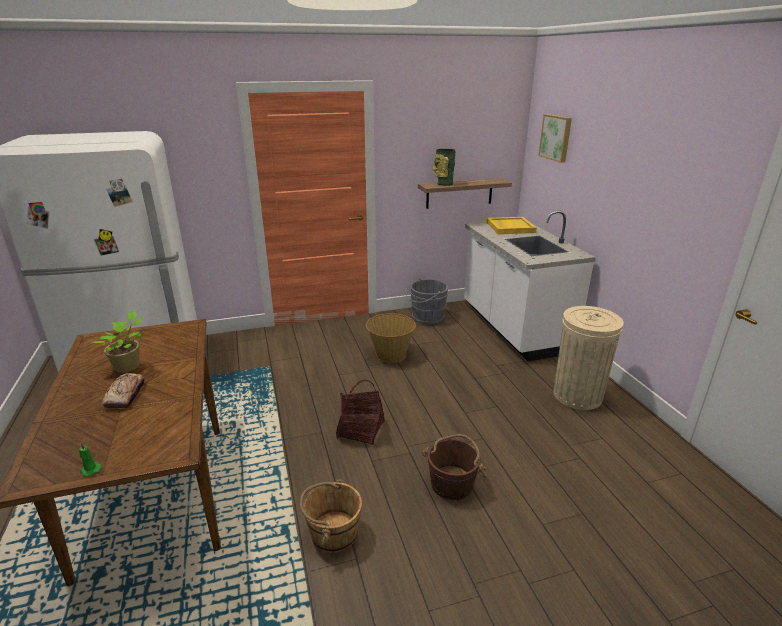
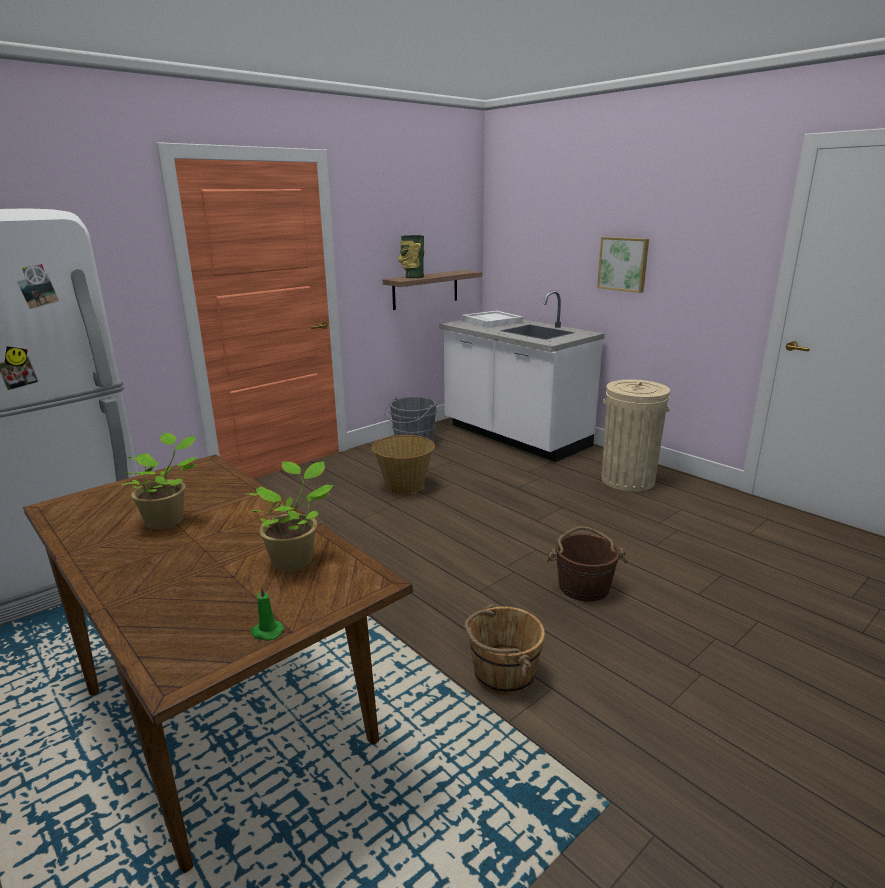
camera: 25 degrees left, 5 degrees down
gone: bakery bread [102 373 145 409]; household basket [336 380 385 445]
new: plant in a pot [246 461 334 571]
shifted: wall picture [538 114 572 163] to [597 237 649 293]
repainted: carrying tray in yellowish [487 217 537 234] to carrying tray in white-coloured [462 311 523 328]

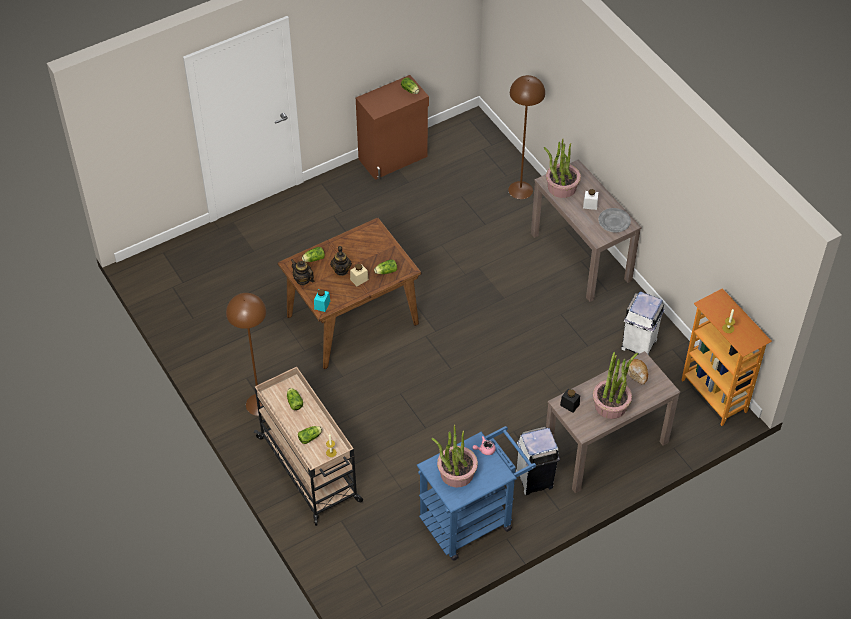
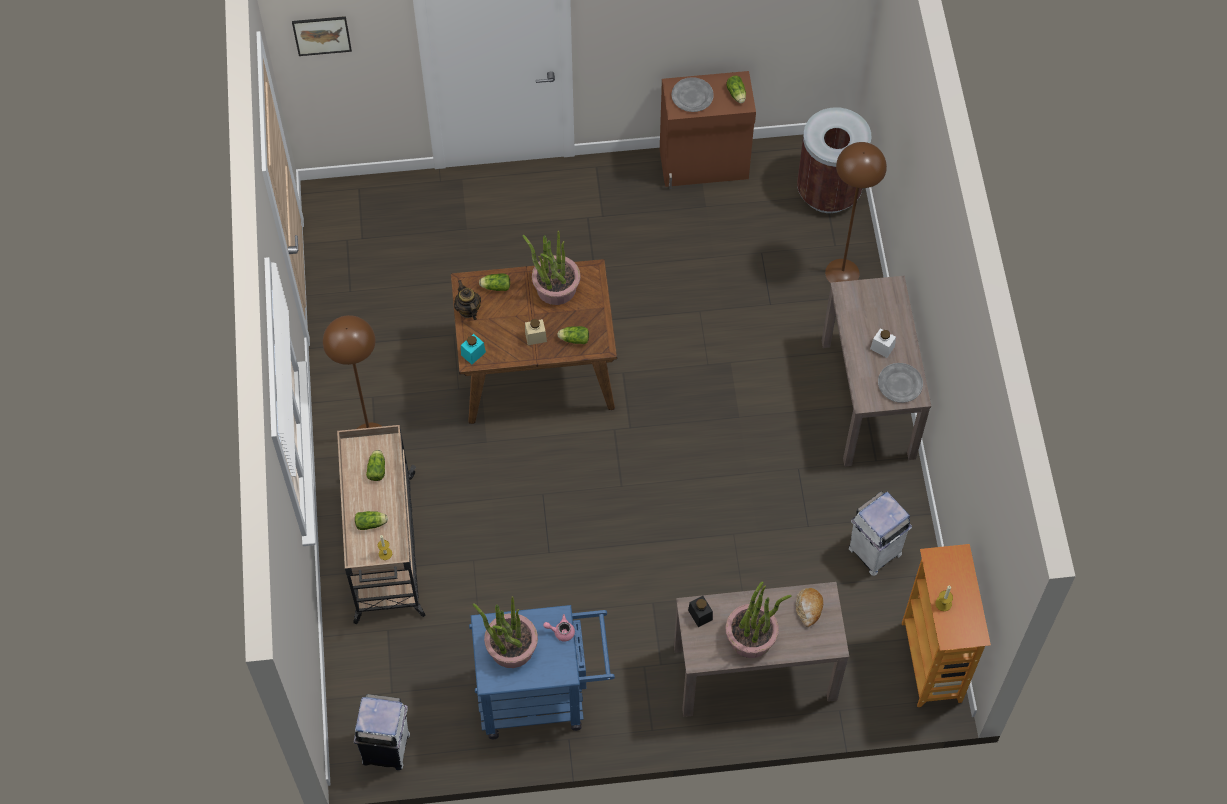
camera: 25 degrees right, 10 degrees up
gone: pot for tea [330 246 352 276]
new: wall picture [292 16 352 56]; plate in grey [672 77 714 112]; trash can in brown [797 107 871 213]
shifted: trash can in white-coloured [516 427 560 495] to [354 694 410 770]; plant in a pot [544 139 581 198] to [523 231 580 305]

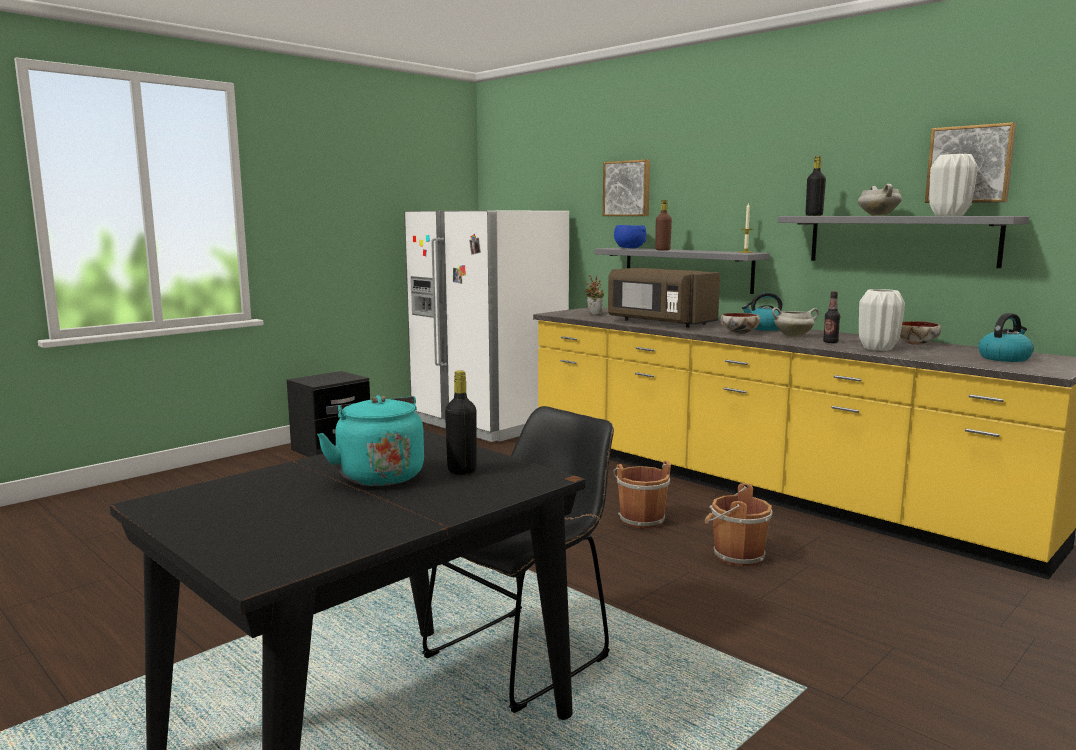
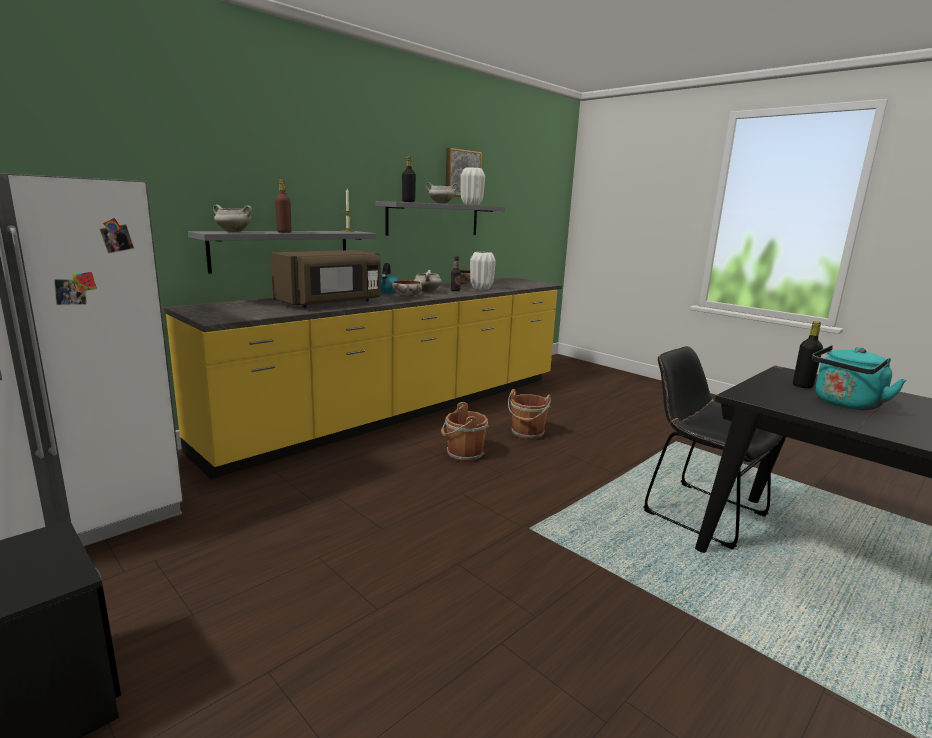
camera: 90 degrees left, 5 degrees up
gone: plant in a pot [585 275 604 315]; wall picture [603 159 650 216]; kettle [978 313 1034 362]
swapped: serving bowl in bluish [614 225 647 249] to cooking pot in white-coloured [213 205 252 232]

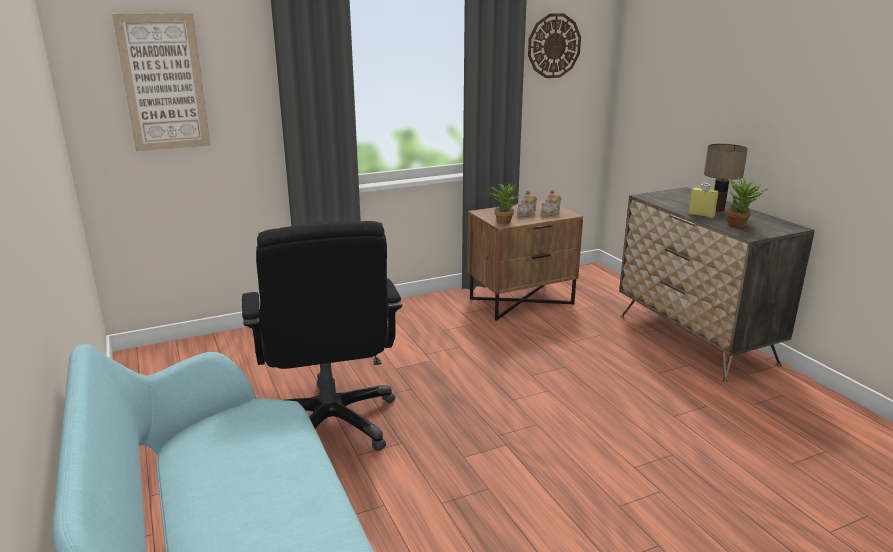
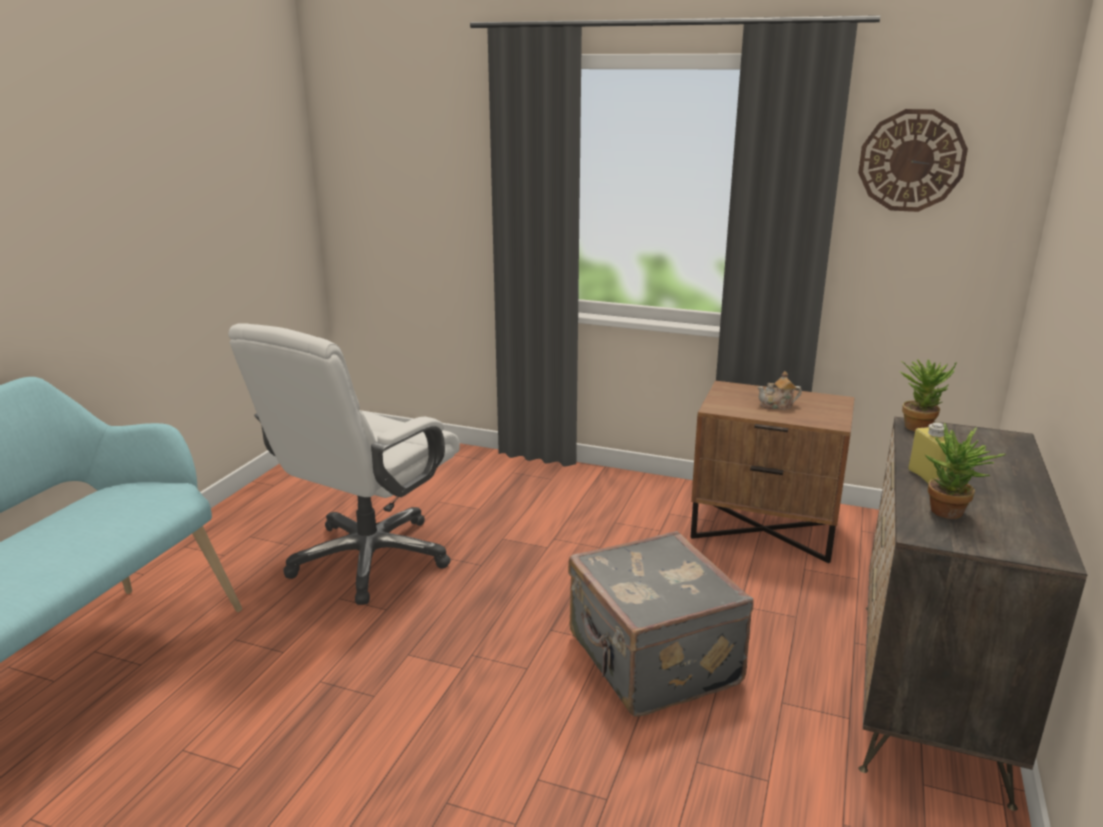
camera: 45 degrees right, 0 degrees up
gone: wall picture [112 13 211 152]; pot for tea [541 190 561 216]; table lamp [704 144 748 212]
new: piece of luggage in grey [568 531 754 717]
shifted: plant in a pot [490 182 519 224] to [899 359 957 431]
repainted: computer chair in black-coloured [242 221 403 451] to computer chair in white-coloured [228 323 460 605]

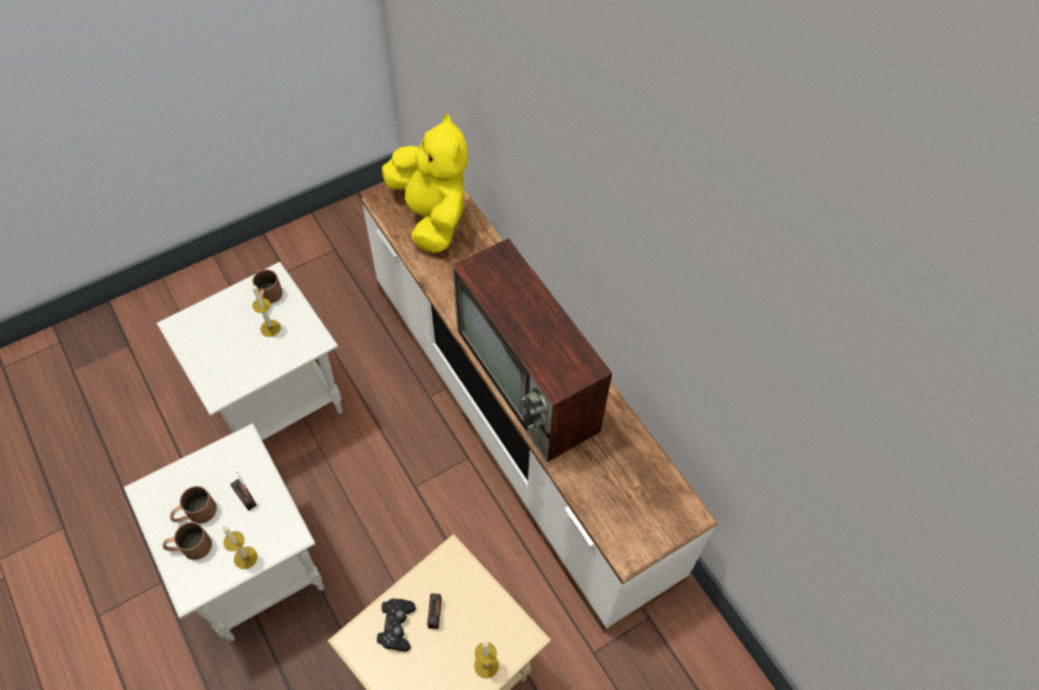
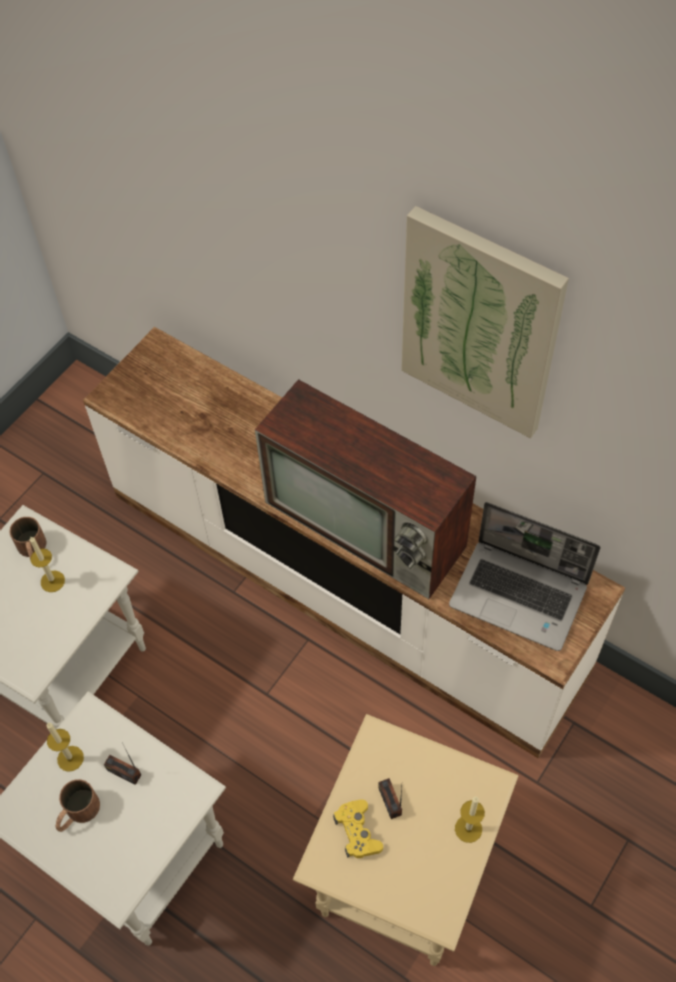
camera: 20 degrees left, 0 degrees up
gone: mug in brown [163 522 212 560]; soft toy in yellowish [382 113 468 253]
new: wall picture [401 206 569 438]; laptop [449 502 601 651]
shifted: wax light [222 526 258 569] to [46 723 84 772]
repainted: gamepad in black-coloured [376 598 416 652] to gamepad in yellowish [333 799 383 858]

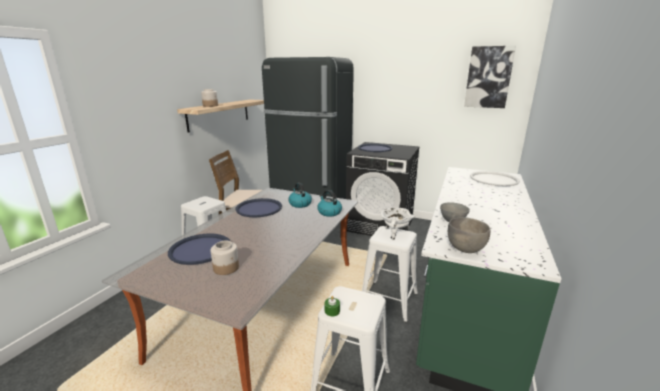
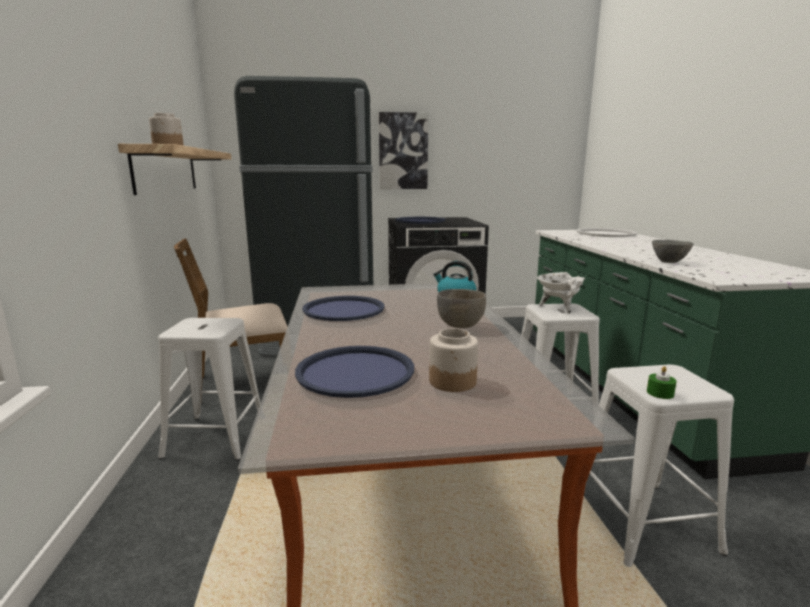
camera: 30 degrees left, 5 degrees down
gone: kettle [289 183 312 208]
shifted: wall picture [464 46 516 108] to [379 112 428 189]; serving bowl in grey [448 217 490 253] to [437 289 486 328]

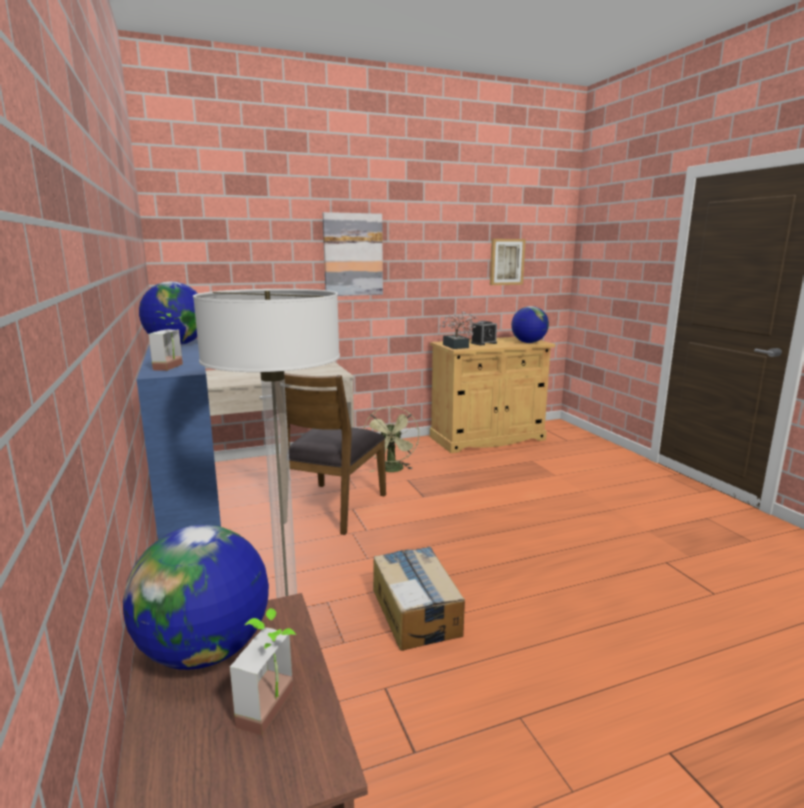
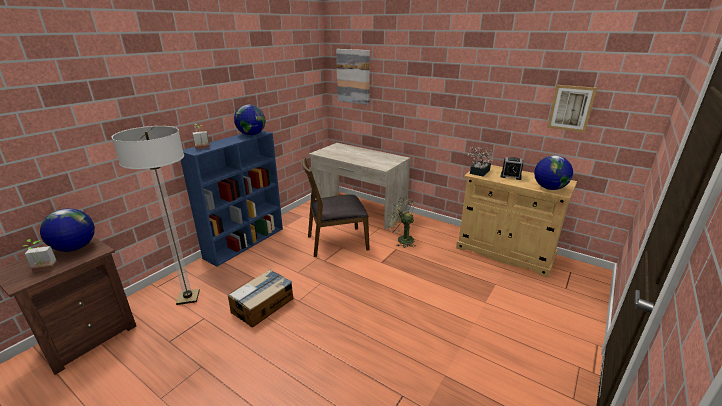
camera: 55 degrees right, 10 degrees up
shifted: wall picture [323 212 383 296] to [336 49 370 105]
rotated: electric fan in green [364 406 419 472] = [386 197 416 248] 75 degrees clockwise

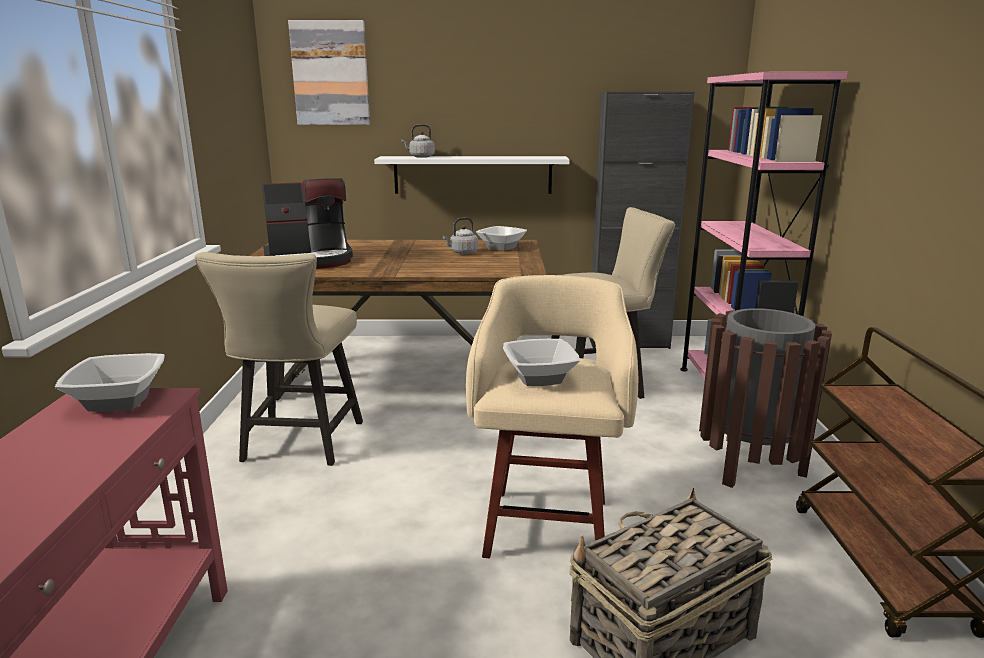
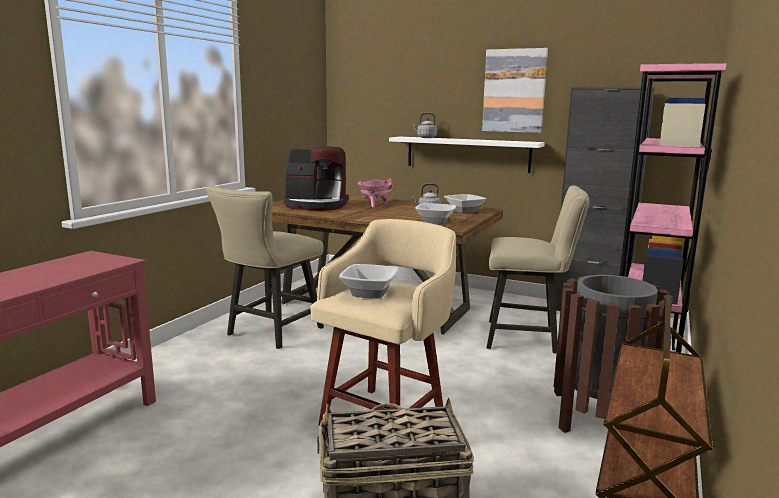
camera: 25 degrees right, 5 degrees down
new: cooking pot in pinkish [358 178 393 208]
shifted: serving bowl [55 353 165 412] to [415 203 456 224]; wall picture [288 20 370 125] to [482 48 548 133]

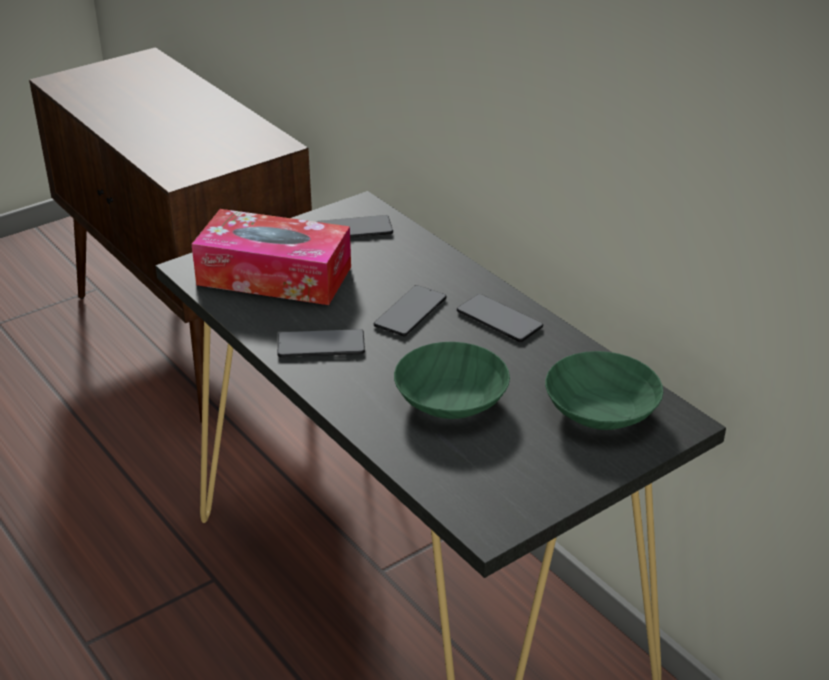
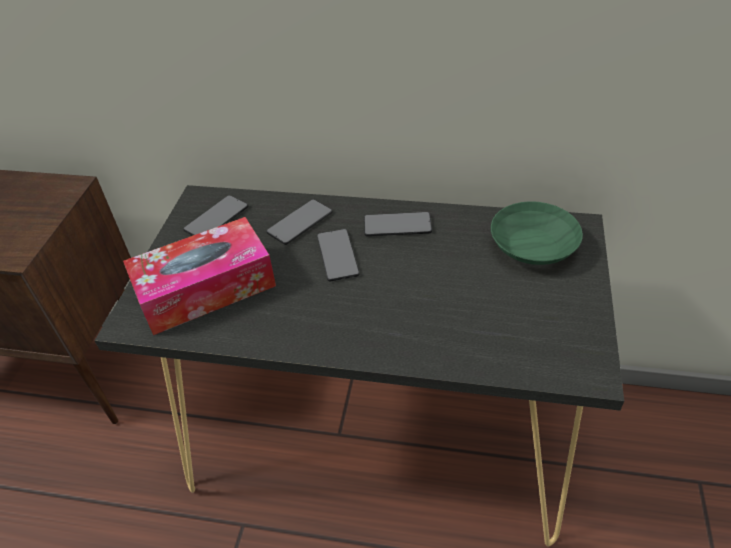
camera: 40 degrees left, 10 degrees up
gone: serving bowl in green [394 342 510 419]
shifted: phone [277 329 365 357] to [266 199 333 245]

